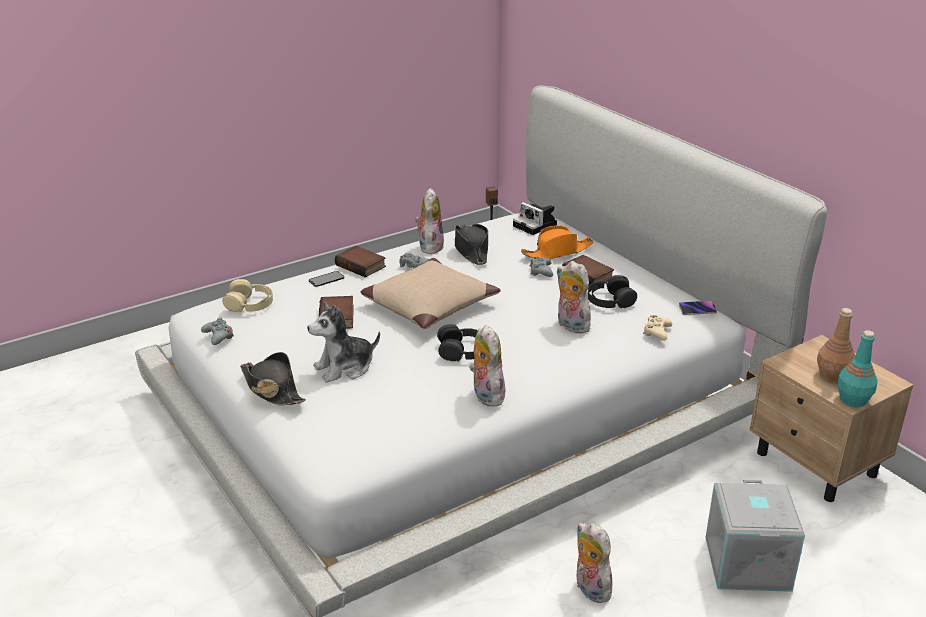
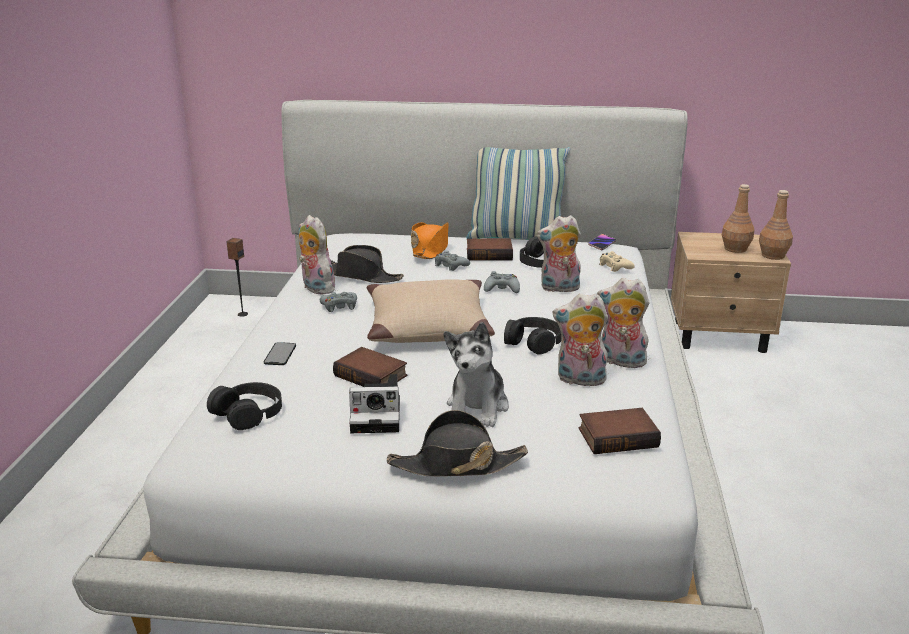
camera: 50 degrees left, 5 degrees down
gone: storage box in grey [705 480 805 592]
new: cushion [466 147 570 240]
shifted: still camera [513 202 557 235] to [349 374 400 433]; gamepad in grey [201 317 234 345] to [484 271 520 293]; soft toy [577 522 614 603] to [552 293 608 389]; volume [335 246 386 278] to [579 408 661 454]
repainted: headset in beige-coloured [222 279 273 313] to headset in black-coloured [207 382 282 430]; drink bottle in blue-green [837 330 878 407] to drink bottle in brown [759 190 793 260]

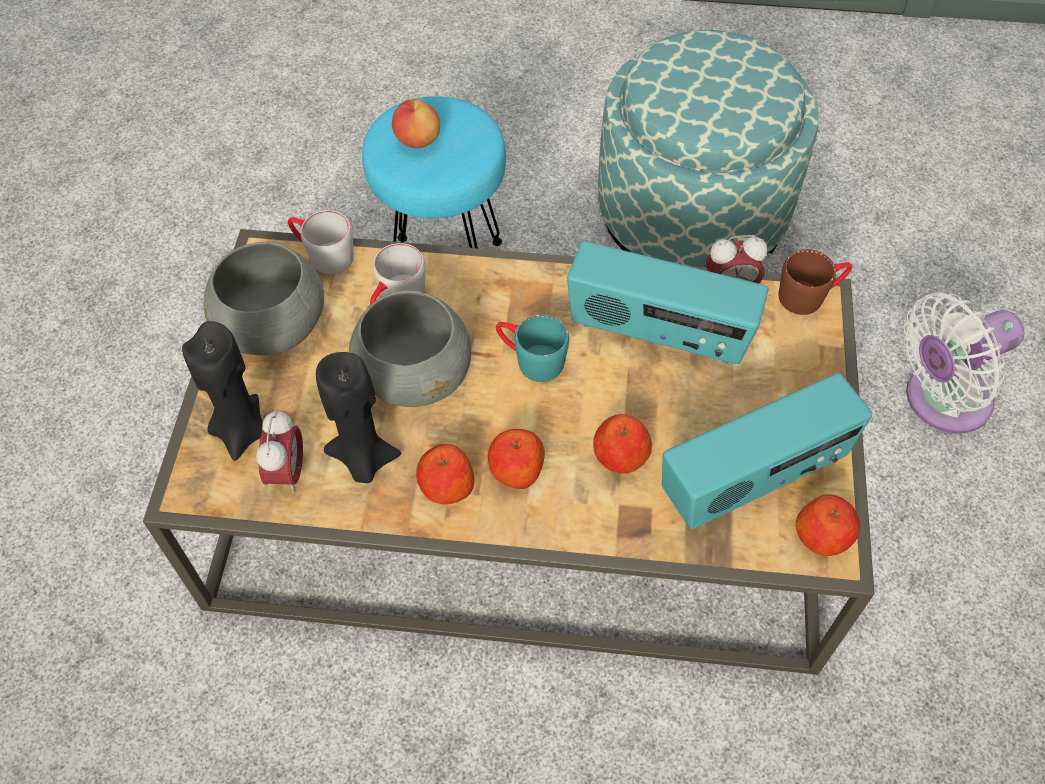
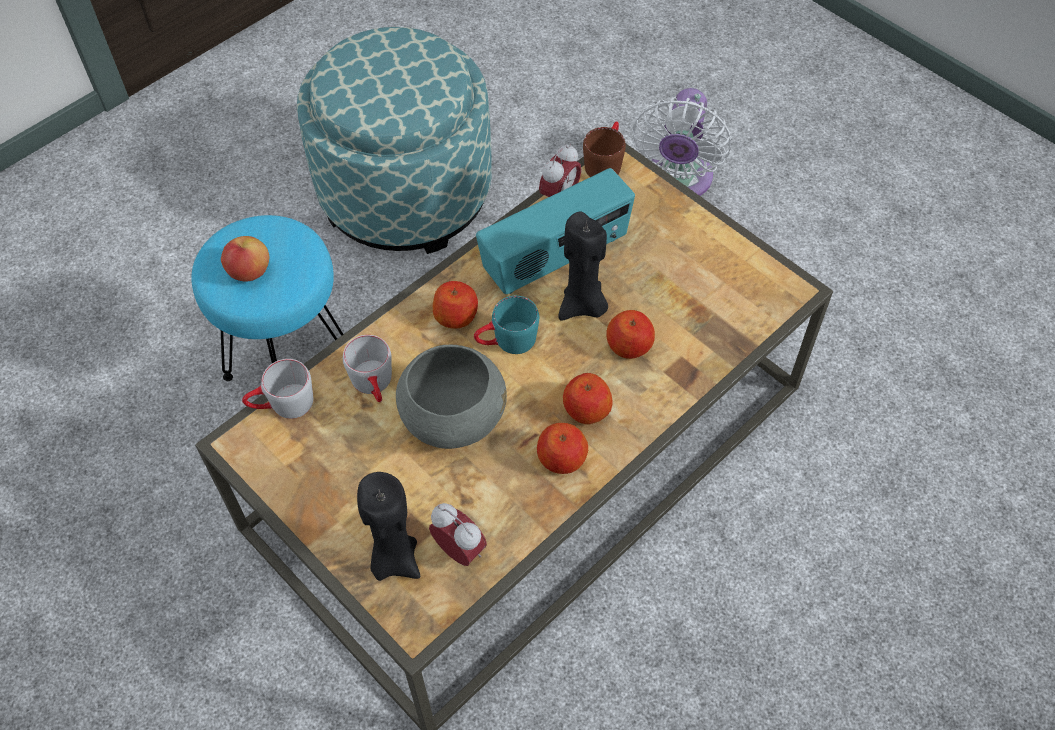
camera: 50 degrees left, 0 degrees up
gone: serving bowl in grey [203 242 324 355]; radio receiver [662 373 872 529]
shifted: apple fruit [796 494 860 556] to [433 281 478 329]; wax light in black-coloured [316 352 402 483] to [559 212 608 321]

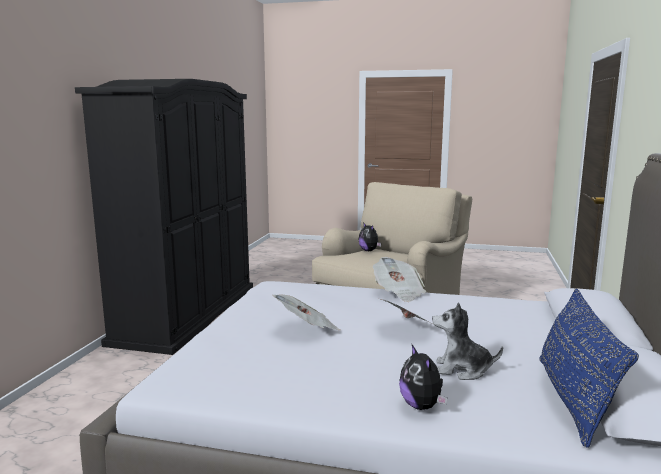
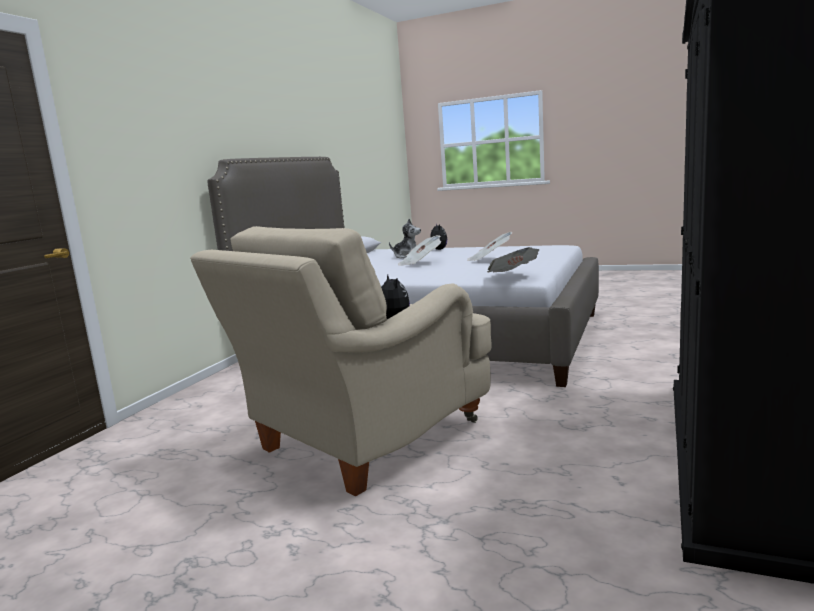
camera: 170 degrees left, 0 degrees up
gone: cushion in bluish [539 289 639 448]
shifted: printed paper [373 257 426 302] to [487 247 539 272]

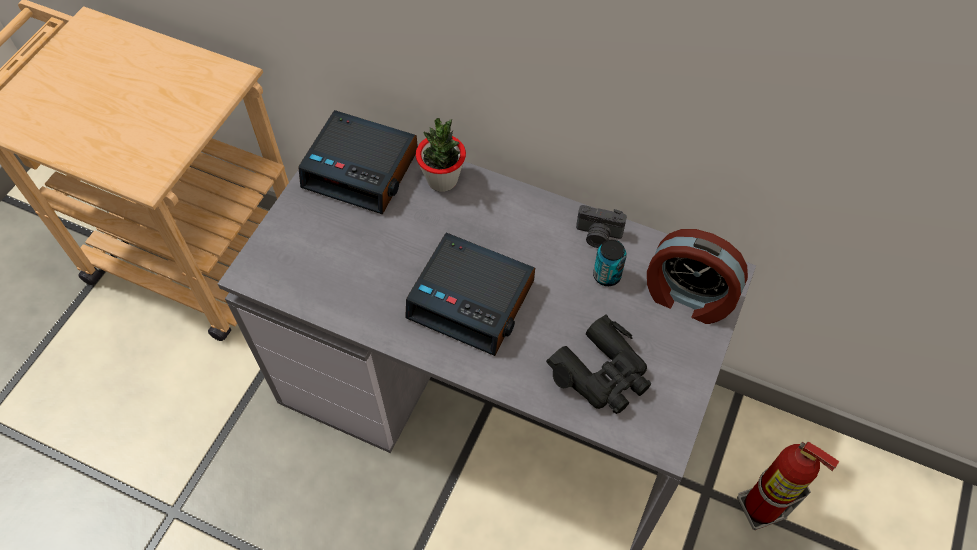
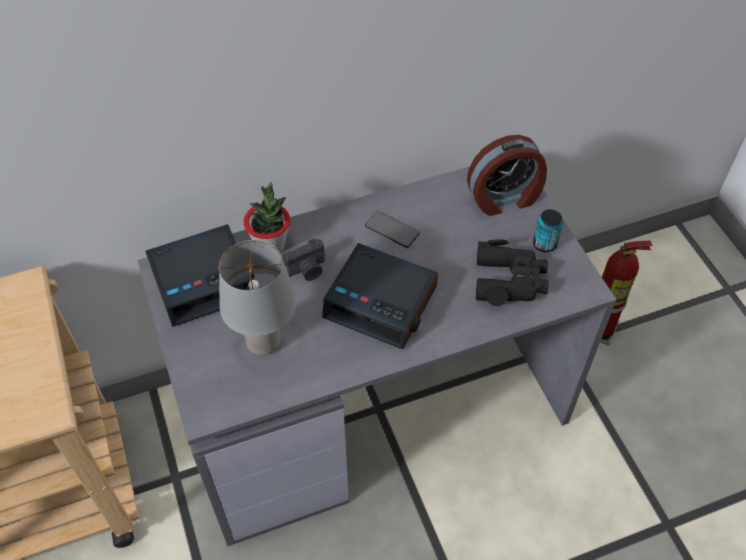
camera: 45 degrees left, 5 degrees down
new: table lamp in grey [219 240 296 355]; phone [365 211 420 248]
shifted: still camera [576 205 627 248] to [282 239 325 281]; can [593 240 627 286] to [533 209 563 252]
rotated: alarm clock [405 233 535 356] = [322 243 438 350] 45 degrees clockwise

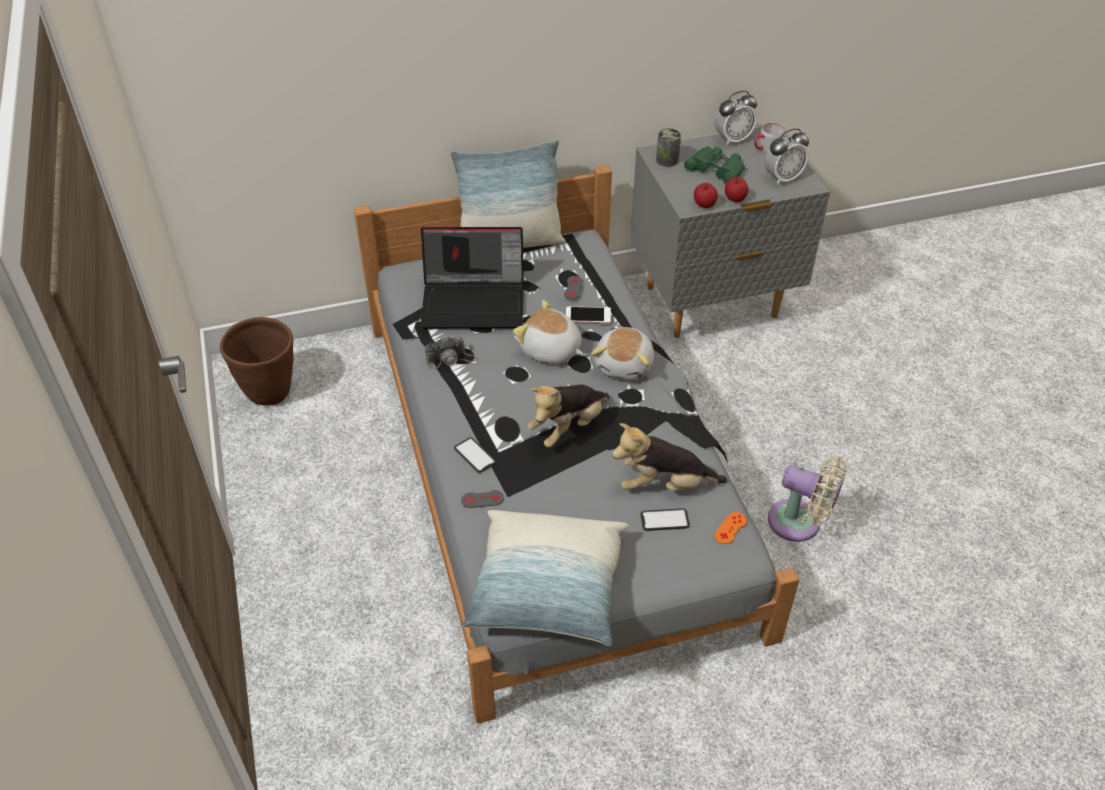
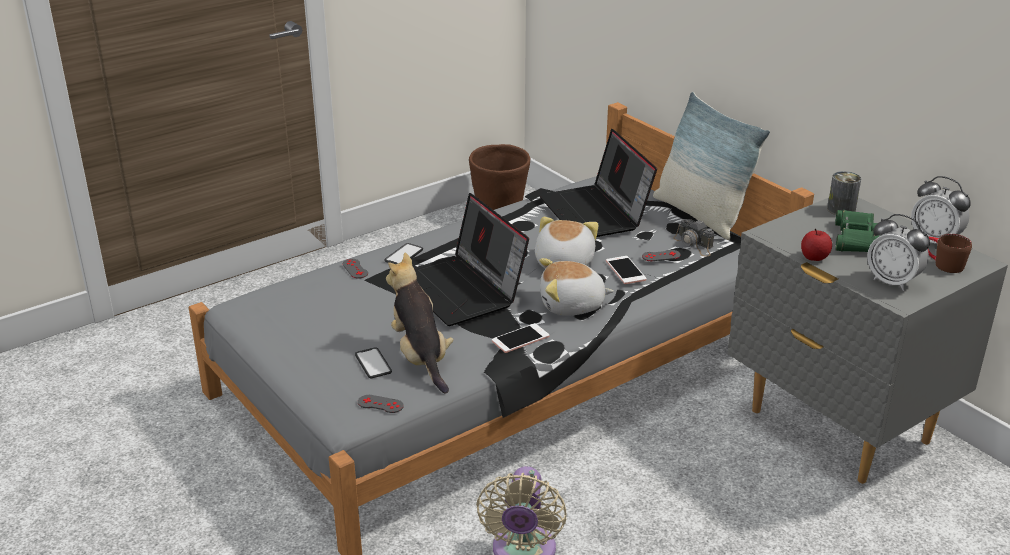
camera: 70 degrees right, 15 degrees down
gone: cushion [462 510 628 646]; apple fruit [694 183 718 208]
new: phone [492 323 550 353]
shifted: still camera [425 336 477 369] to [673 219 714 257]
swapped: soft toy [528 384 610 448] to laptop [414 193 529 326]
repainted: gamepad in orange [715 512 747 544] to gamepad in grey [358 395 404 413]; mug in grey [754 123 785 152] to mug in brown [928 234 972 273]

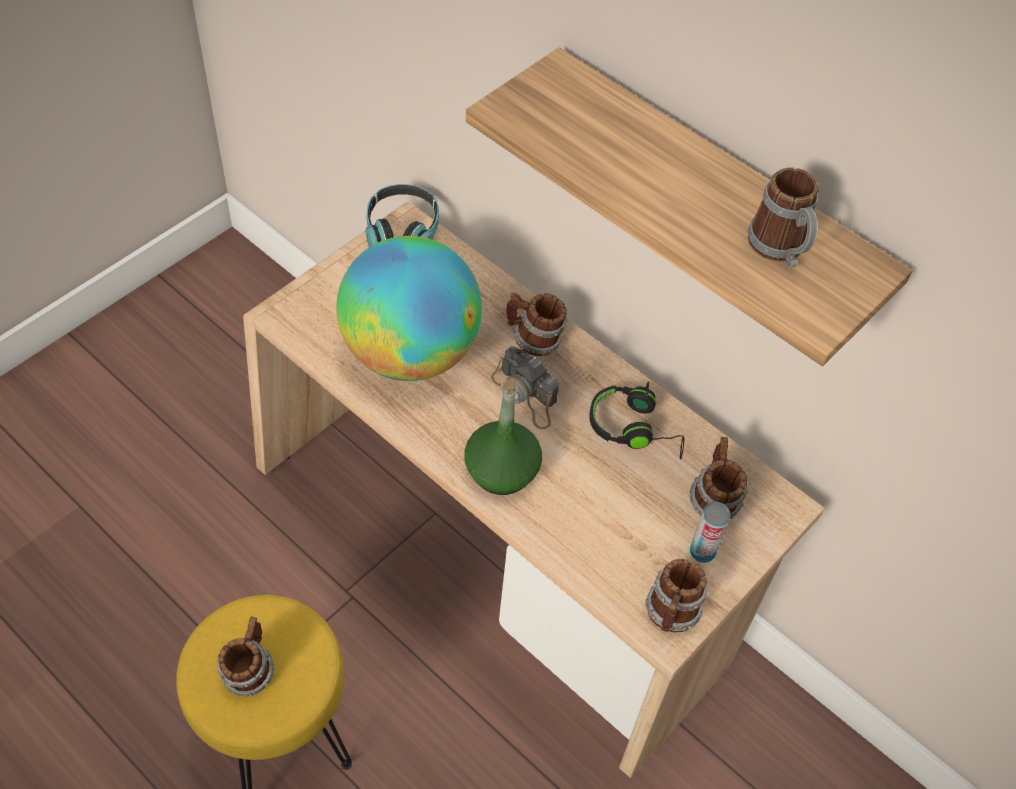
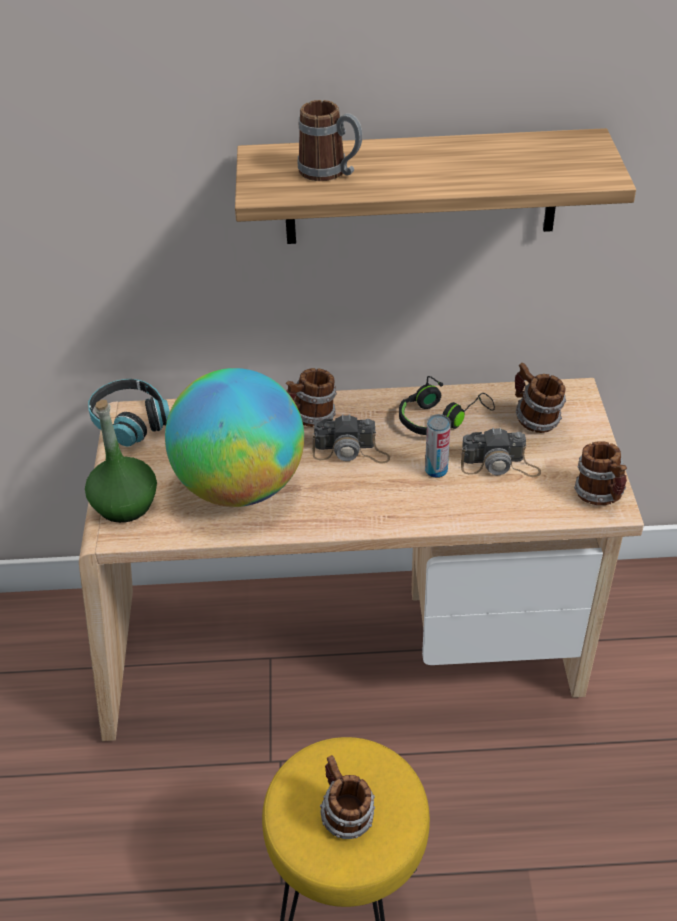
camera: 40 degrees left, 10 degrees down
new: still camera [461 427 541 477]
shifted: drink bottle in green [464 380 542 495] to [85 400 157 523]; mug [748 167 819 268] to [298 100 363 181]; can [690 502 731 562] to [425 414 451 478]

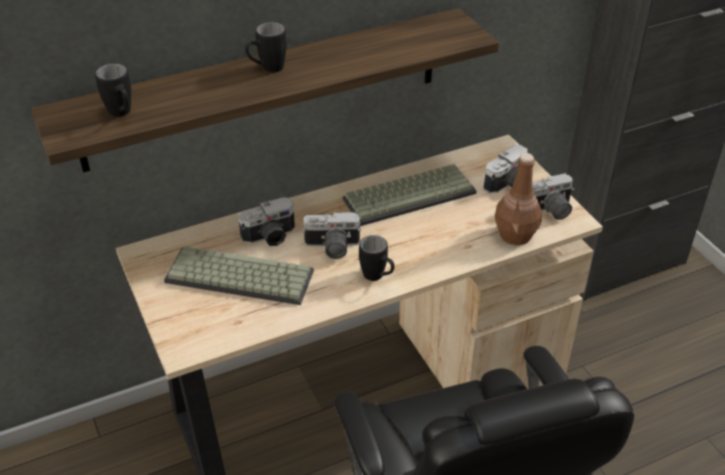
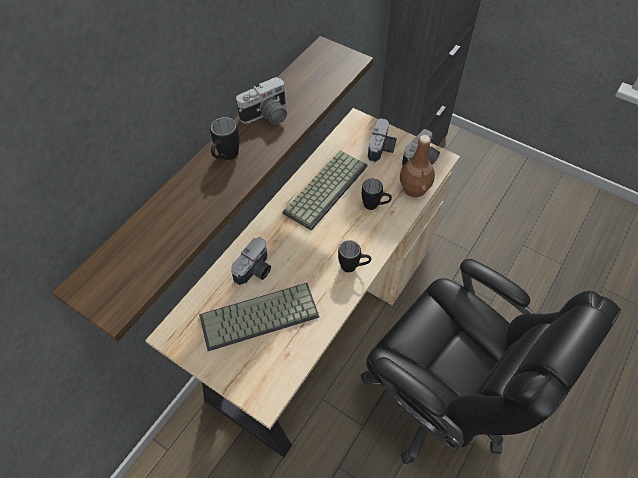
camera: 30 degrees left, 15 degrees up
shifted: still camera [302 212 361 259] to [236 77 287 125]; mug in black-coloured [95 64 131 117] to [362 179 392 210]

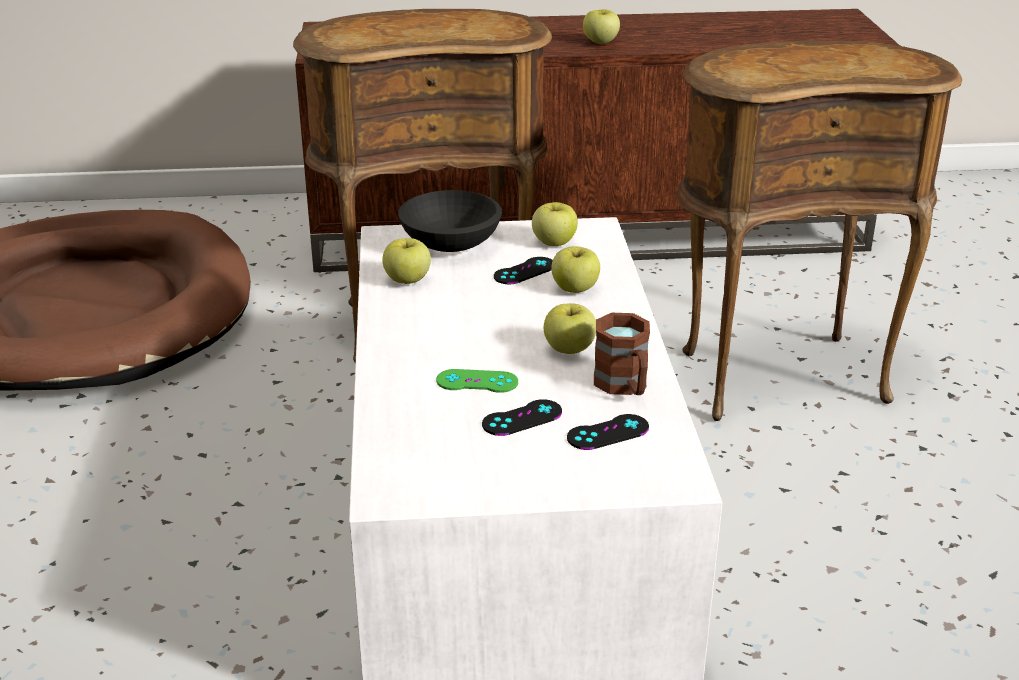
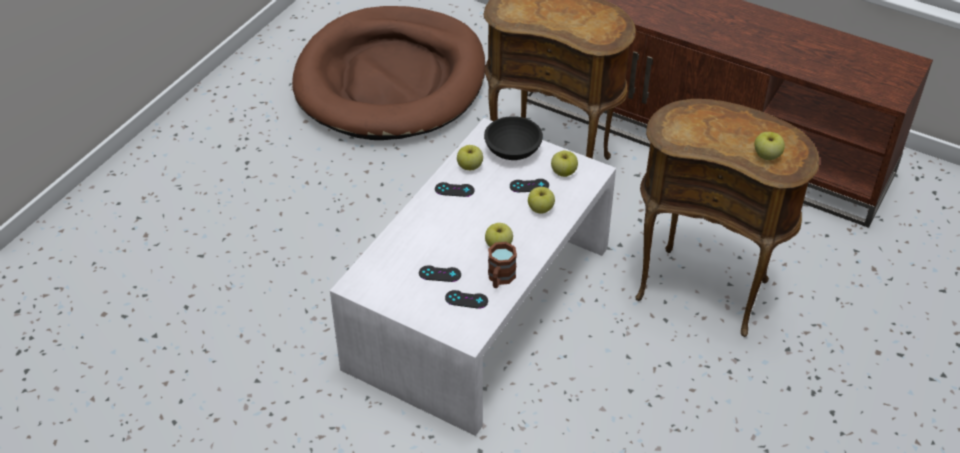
camera: 35 degrees right, 15 degrees up
gone: gamepad in green [436 369 518 393]
new: gamepad in black-coloured [435 182 474 197]
shifted: apple fruit [583 9 620 44] to [754 132 785 160]

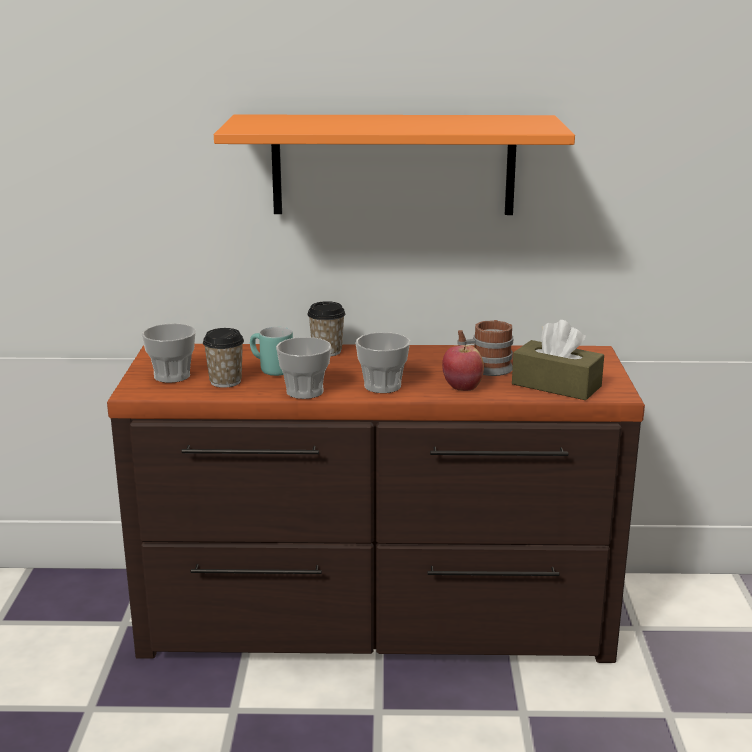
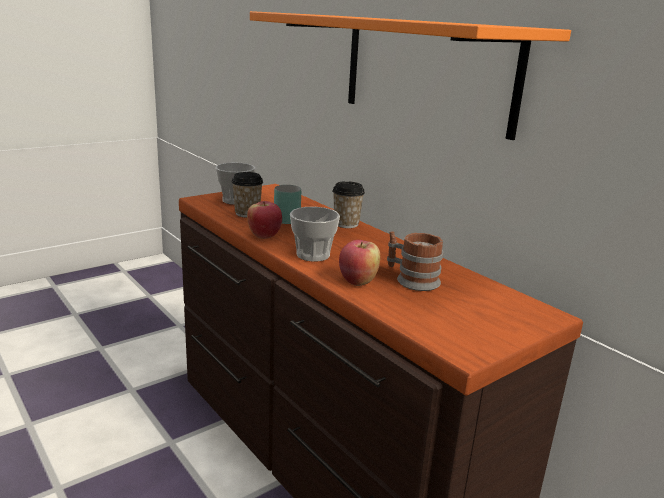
camera: 50 degrees right, 0 degrees up
gone: tissue holder in brown [512 320 604 400]
swapped: cup [276 337 332 399] to apple fruit [247 201 282 239]

